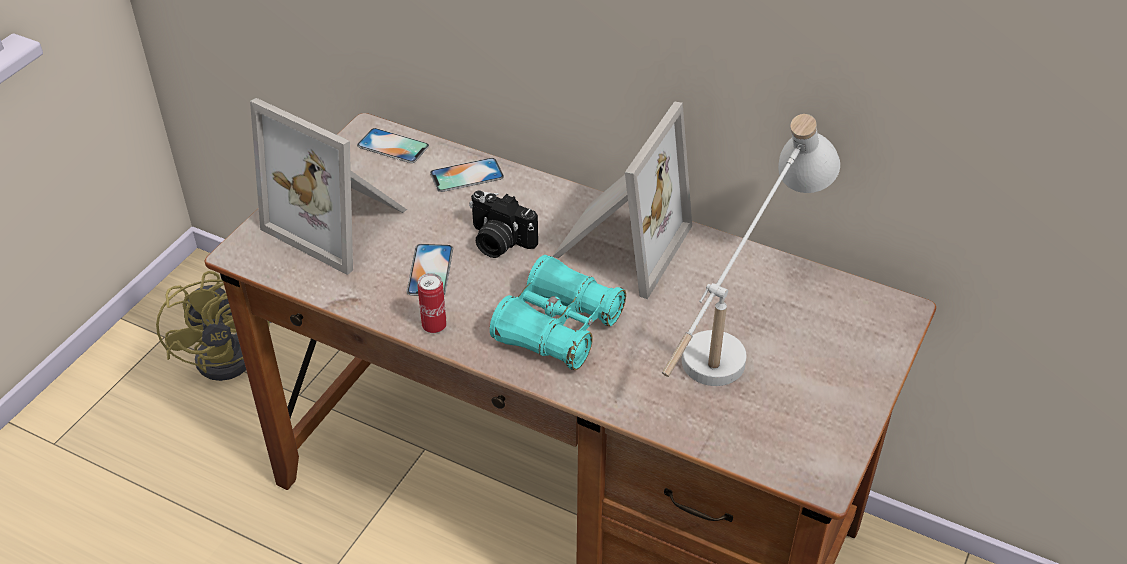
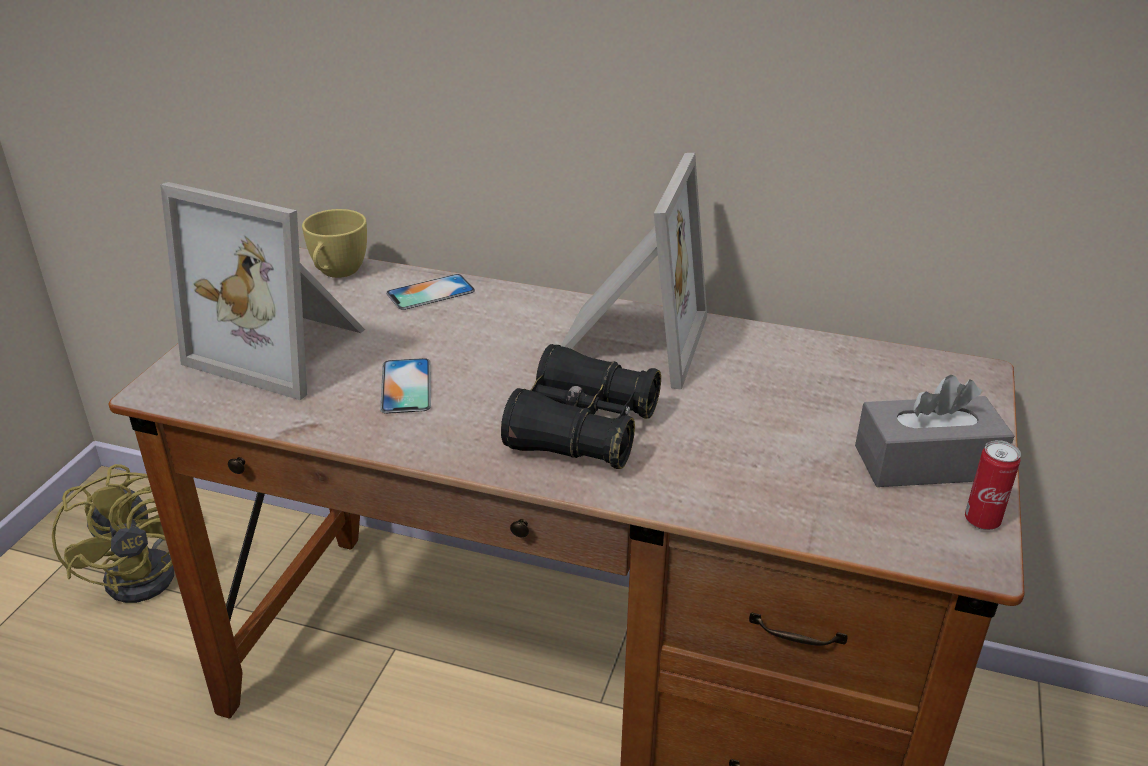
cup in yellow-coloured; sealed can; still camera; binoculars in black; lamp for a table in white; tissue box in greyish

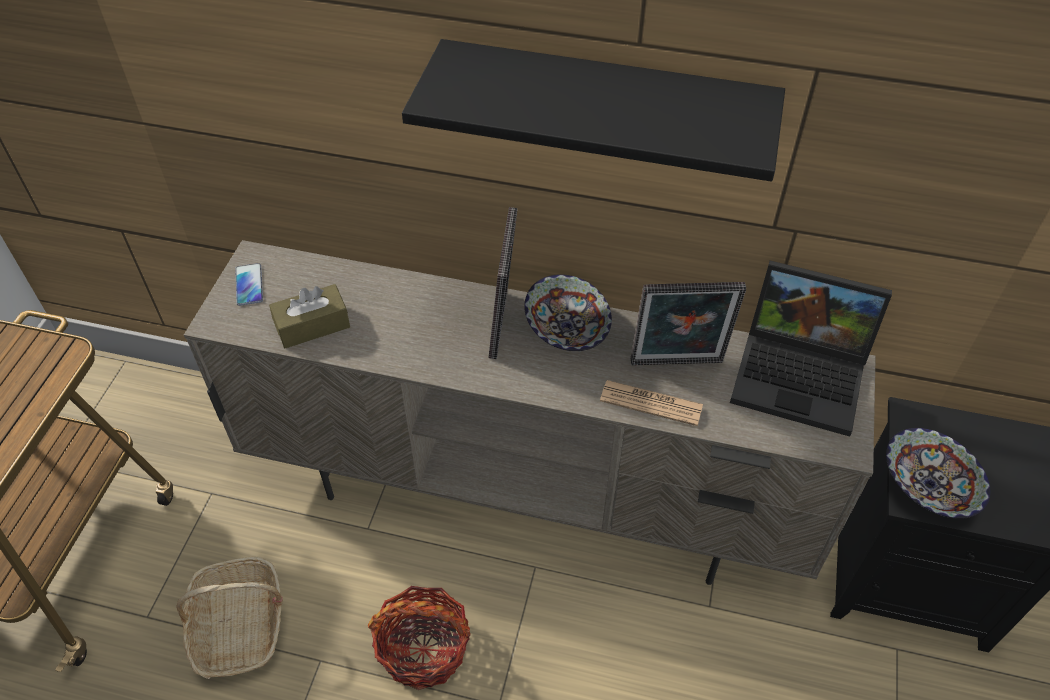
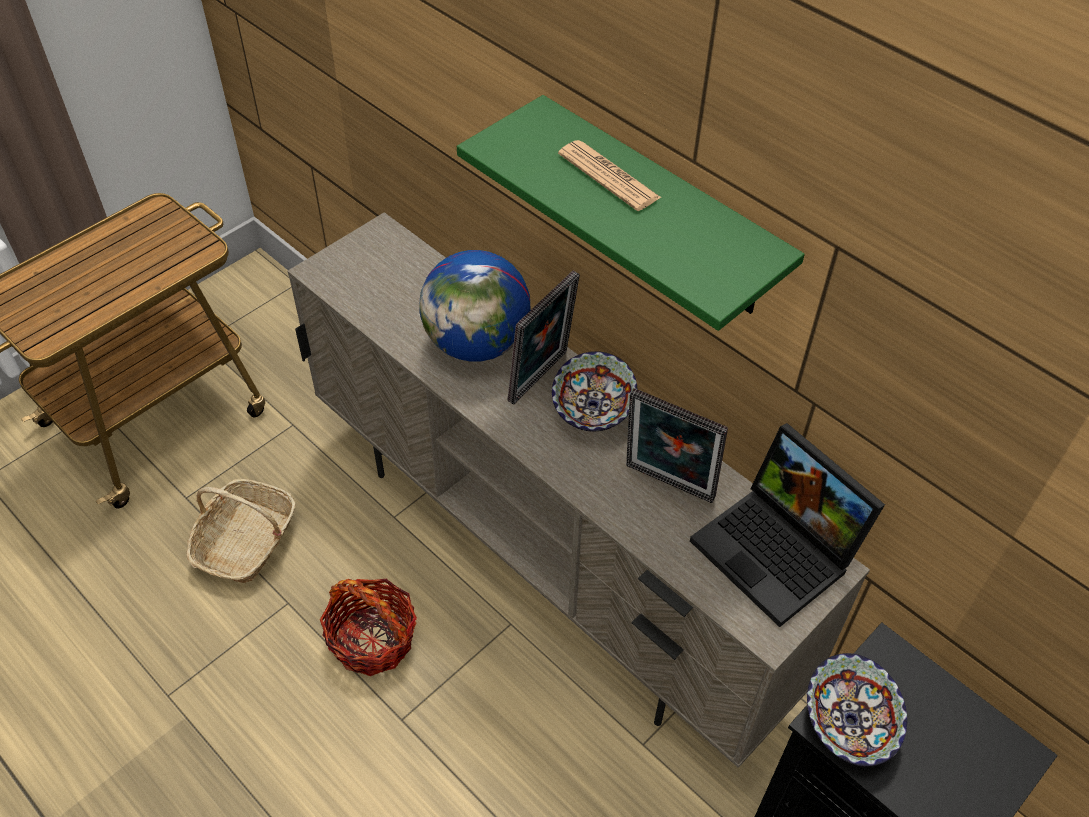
handset; tissue box in brownish; wall shelf in green; printed paper; desk globe

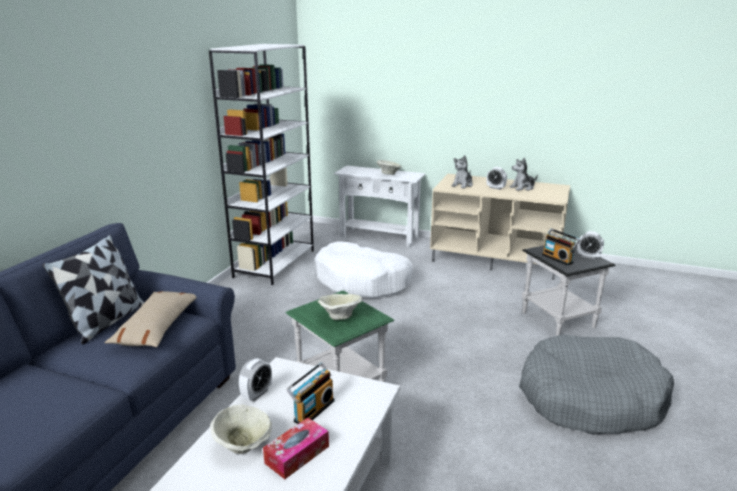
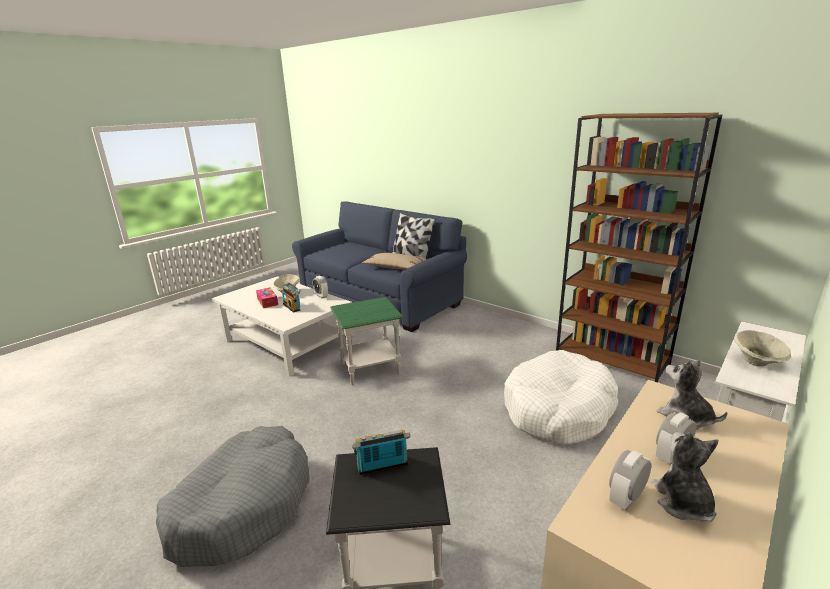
bookcase in brownish; serving bowl in beige (no. 2 from left in the first image); table clock (no. 2 from left)

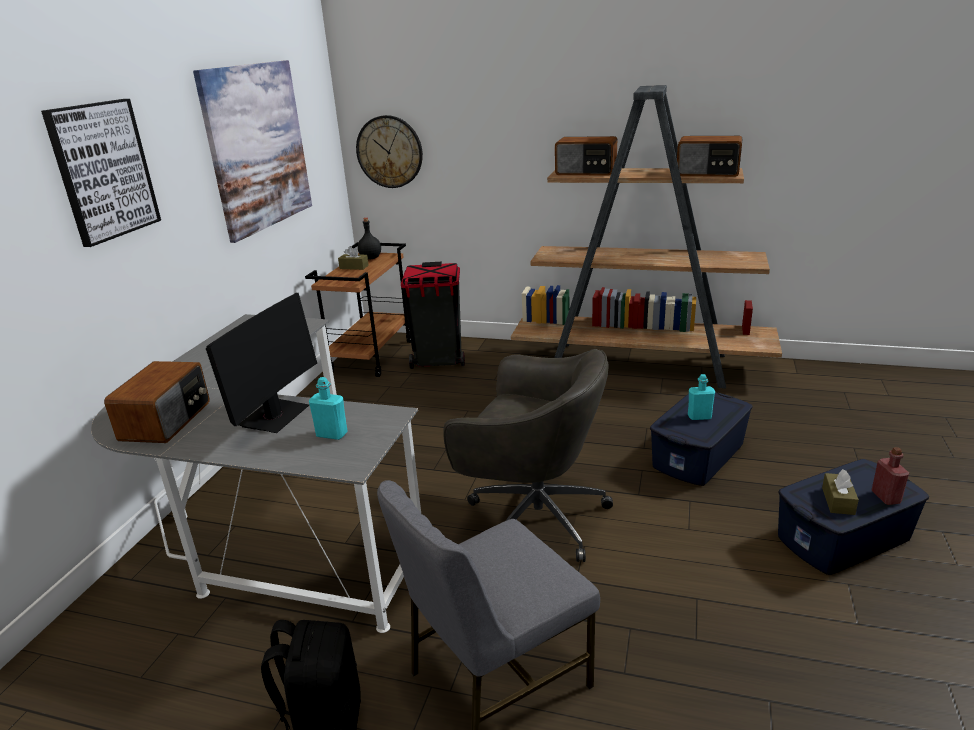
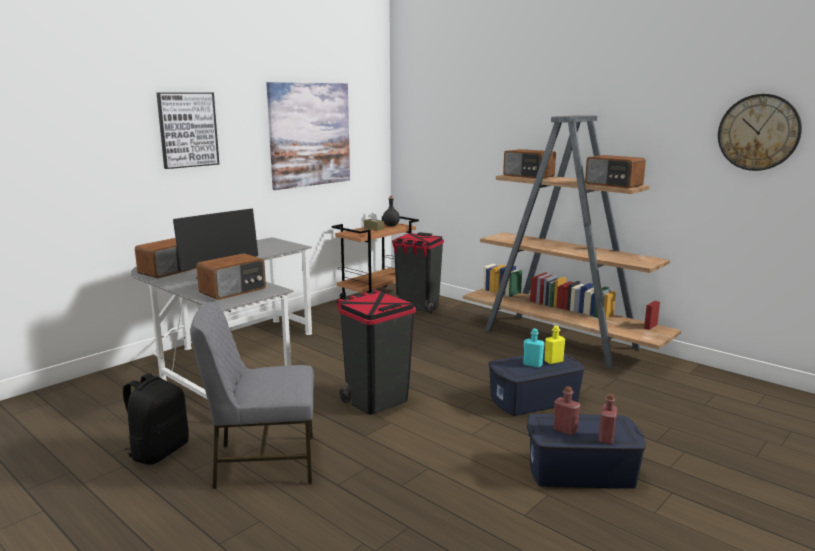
radio set (no. 2 from left); wall clock; trash can in black (no. 1 from left); bottle in red (no. 1 from left); bottle in yellow-coloured

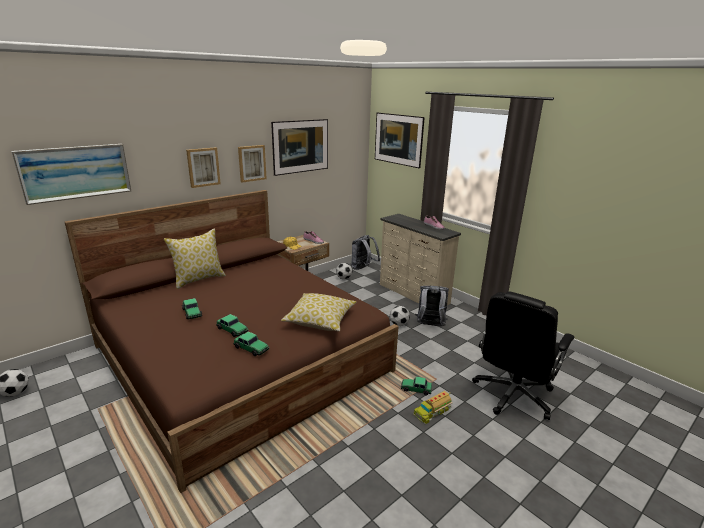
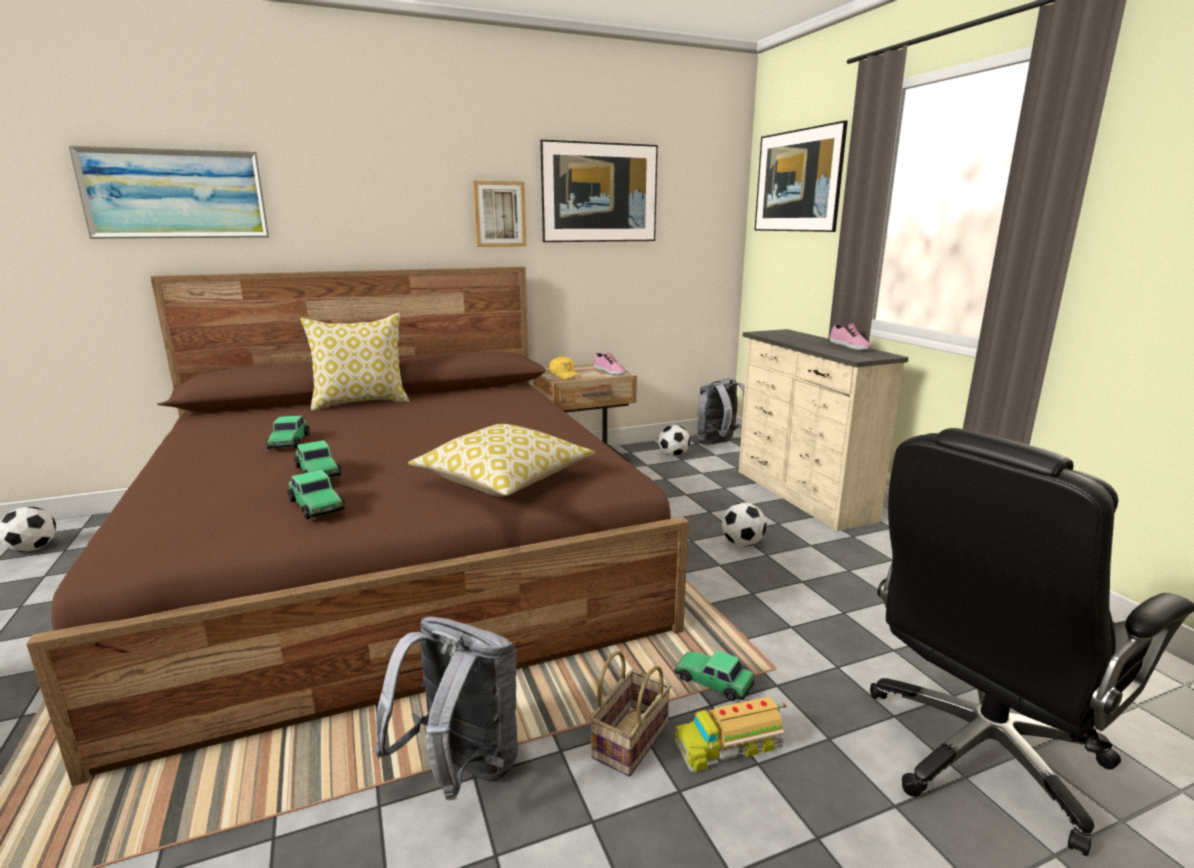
picture (no. 2 from left in the first image); backpack in greyish (no. 1 from left); storage basket

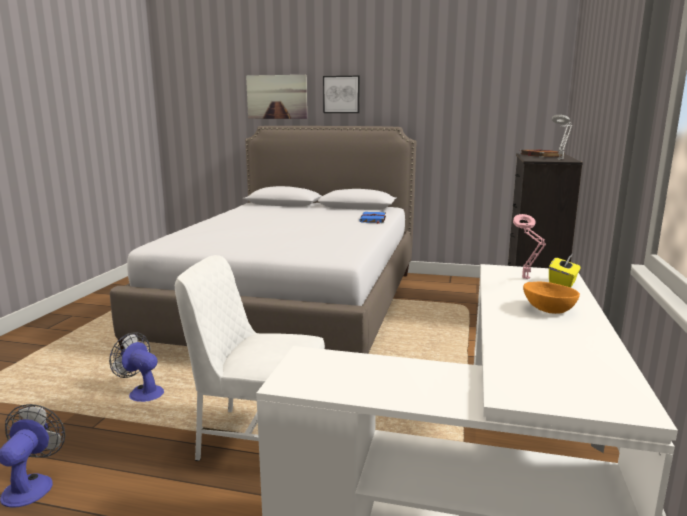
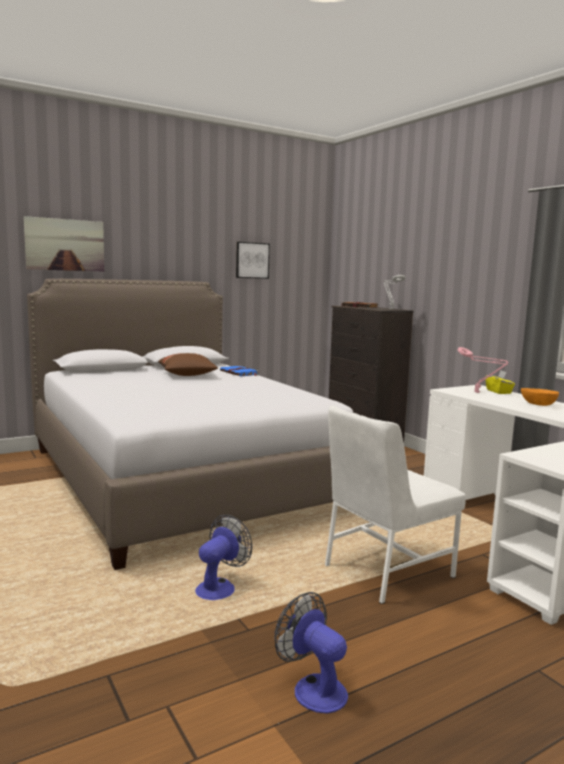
fan (no. 1 from left); picture (no. 2 from left); throw pillow in brownish

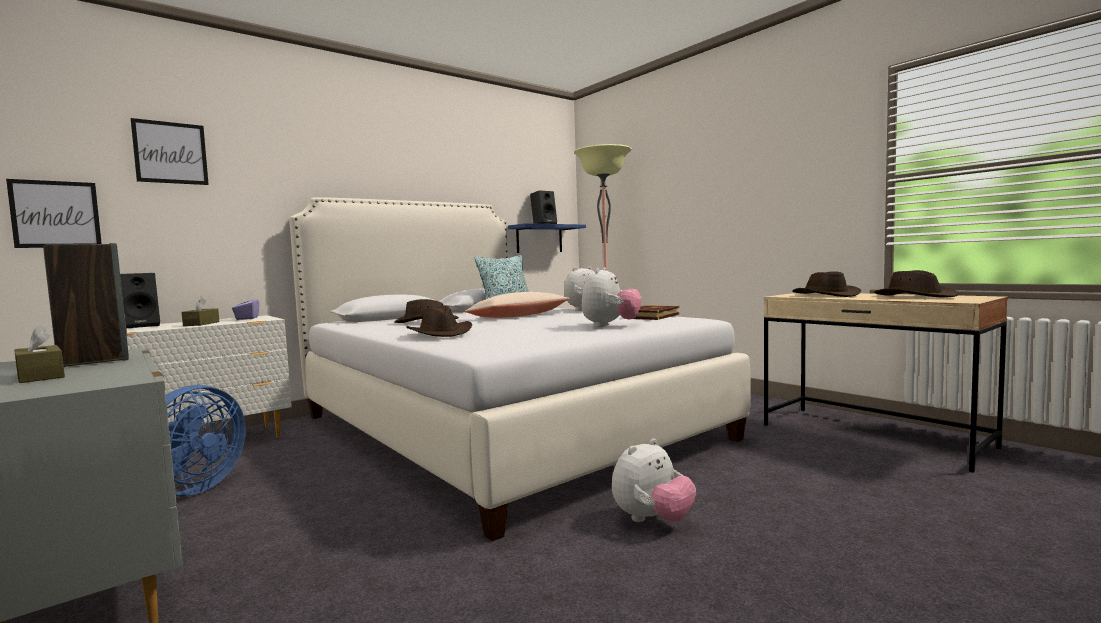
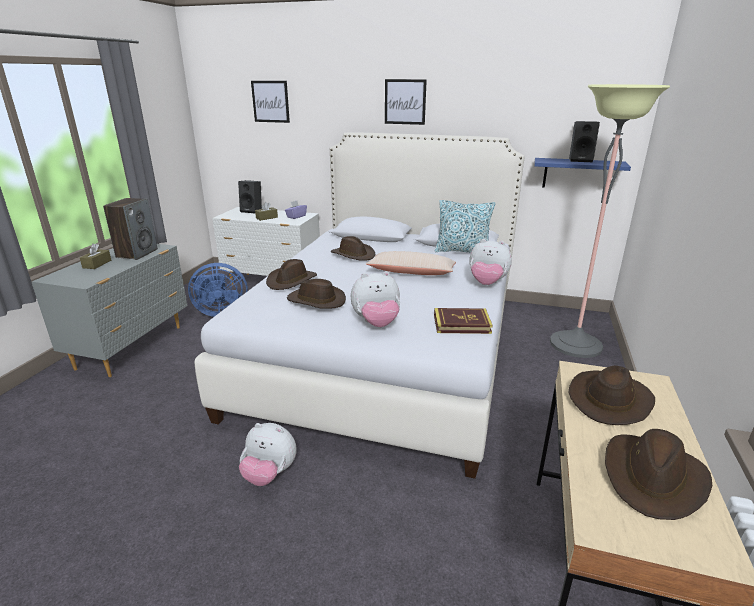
picture (no. 2 from left); clothing hat in brownish (no. 2 from left)

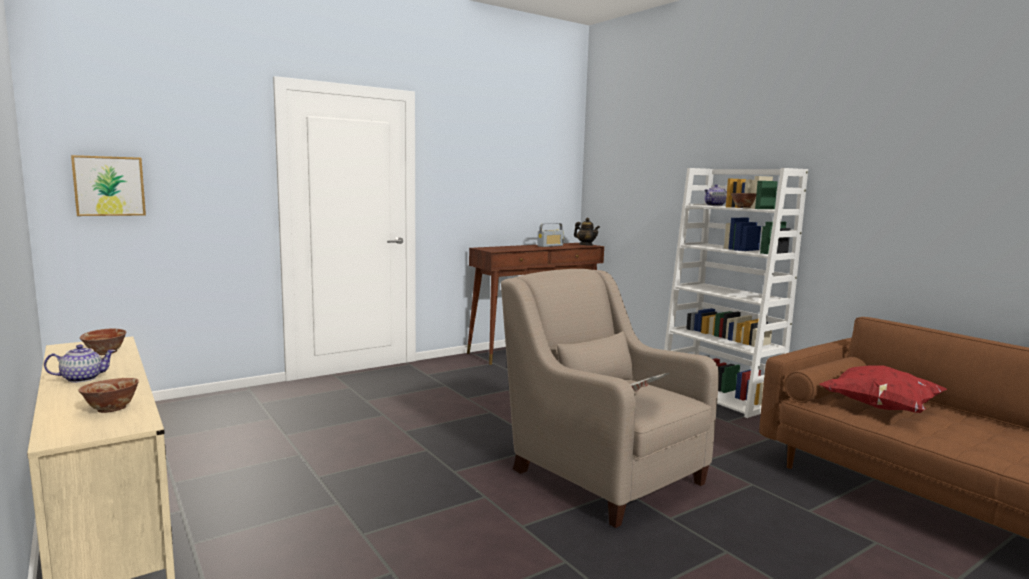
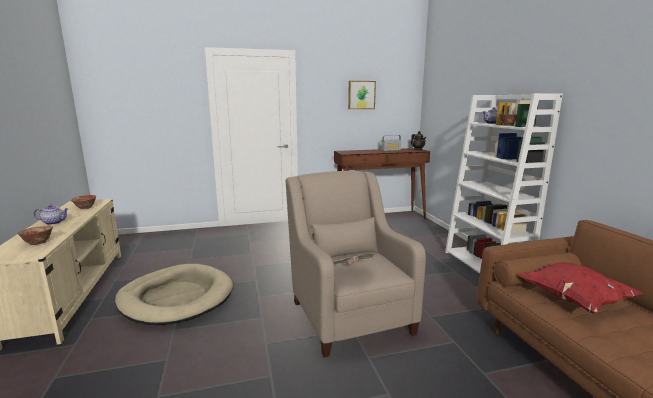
picture; dog bed in beige

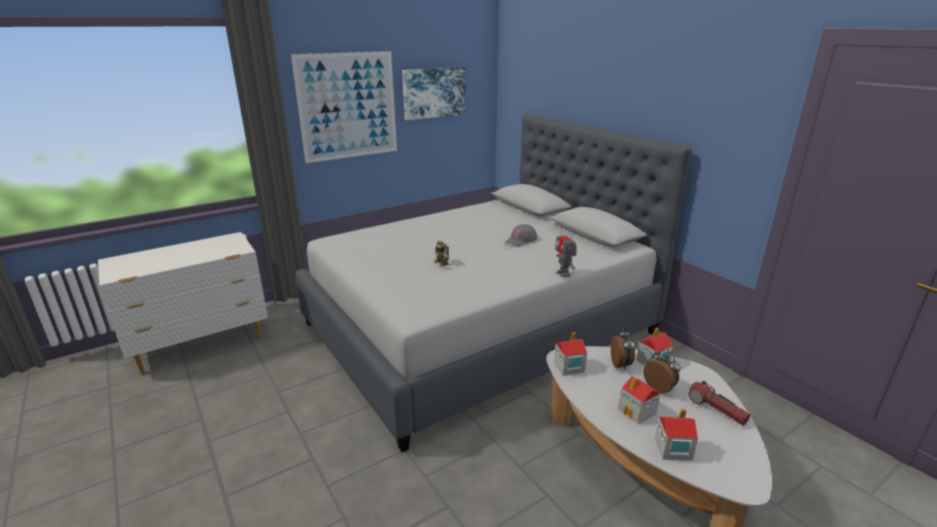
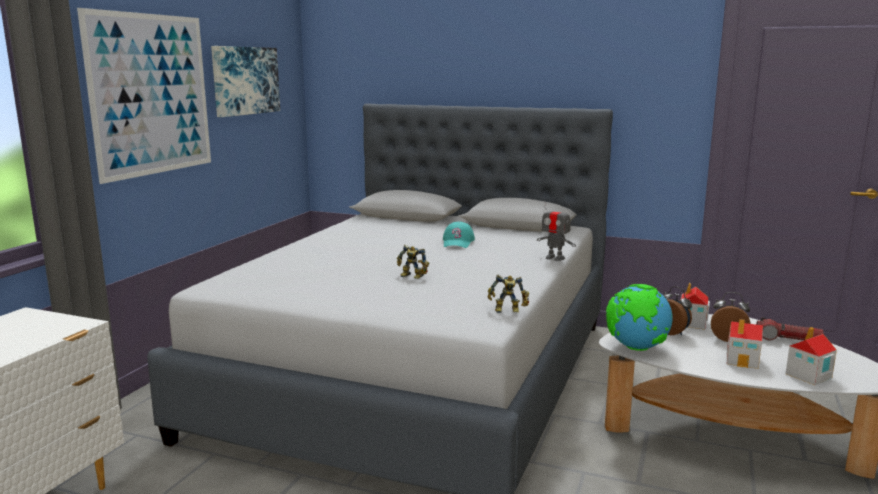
peaked cap in turquoise; desk globe; model robot (no. 2 from left)

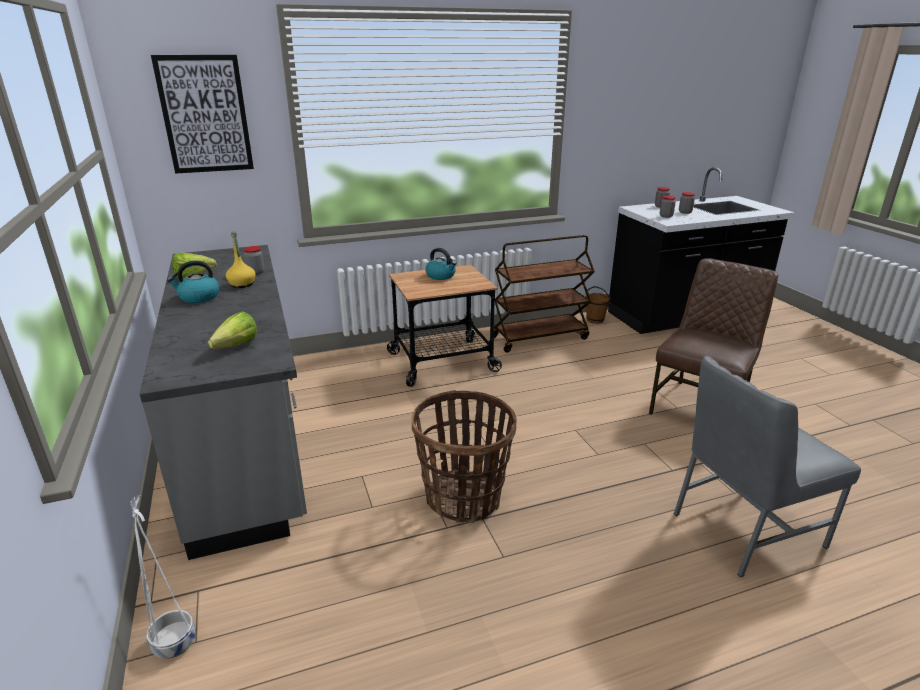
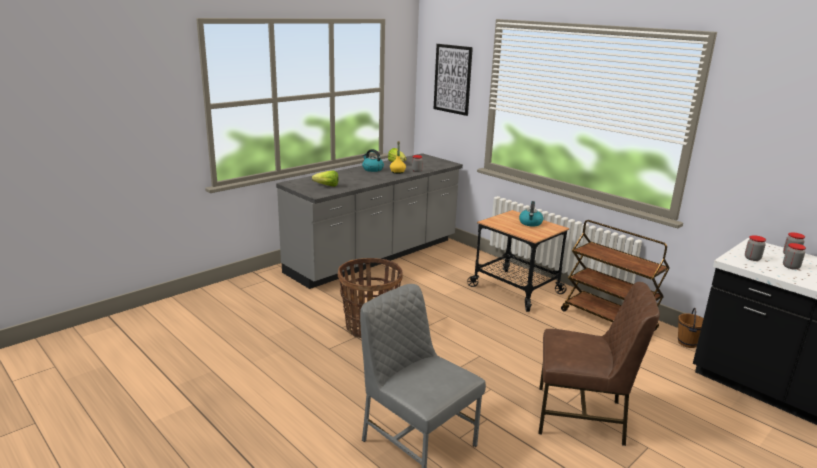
planter in white

